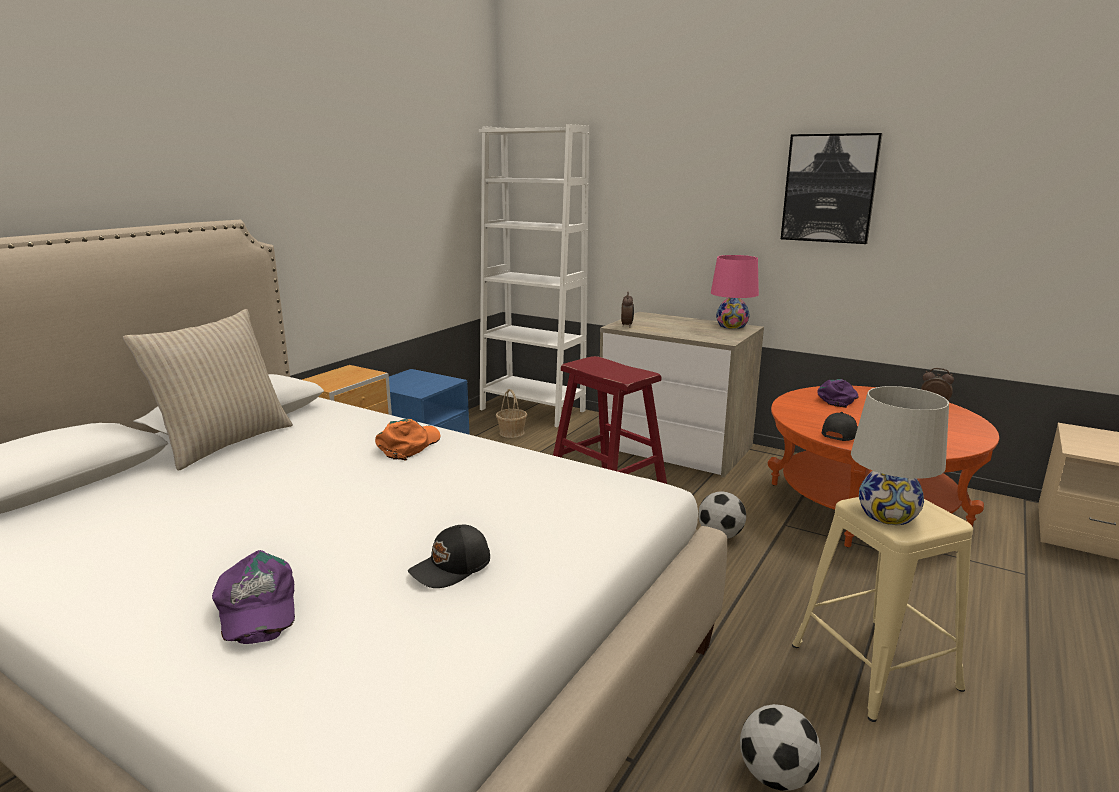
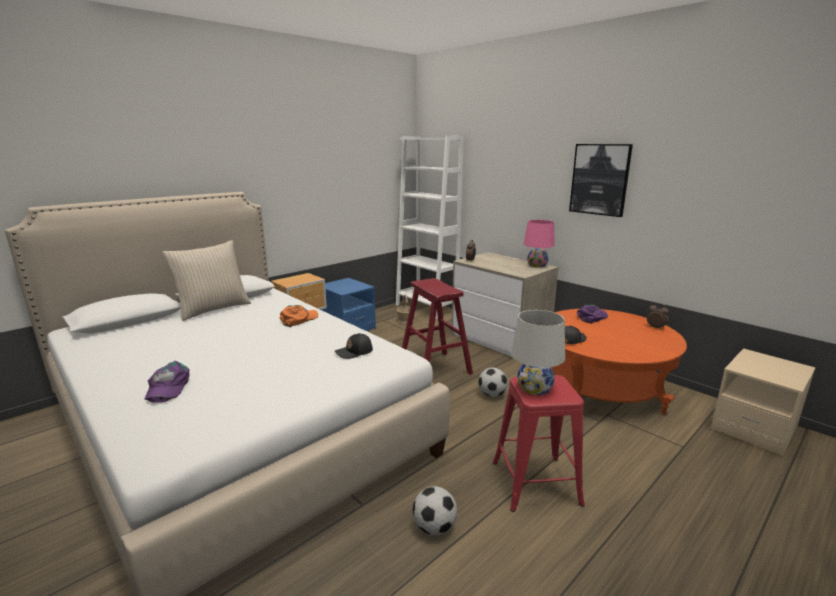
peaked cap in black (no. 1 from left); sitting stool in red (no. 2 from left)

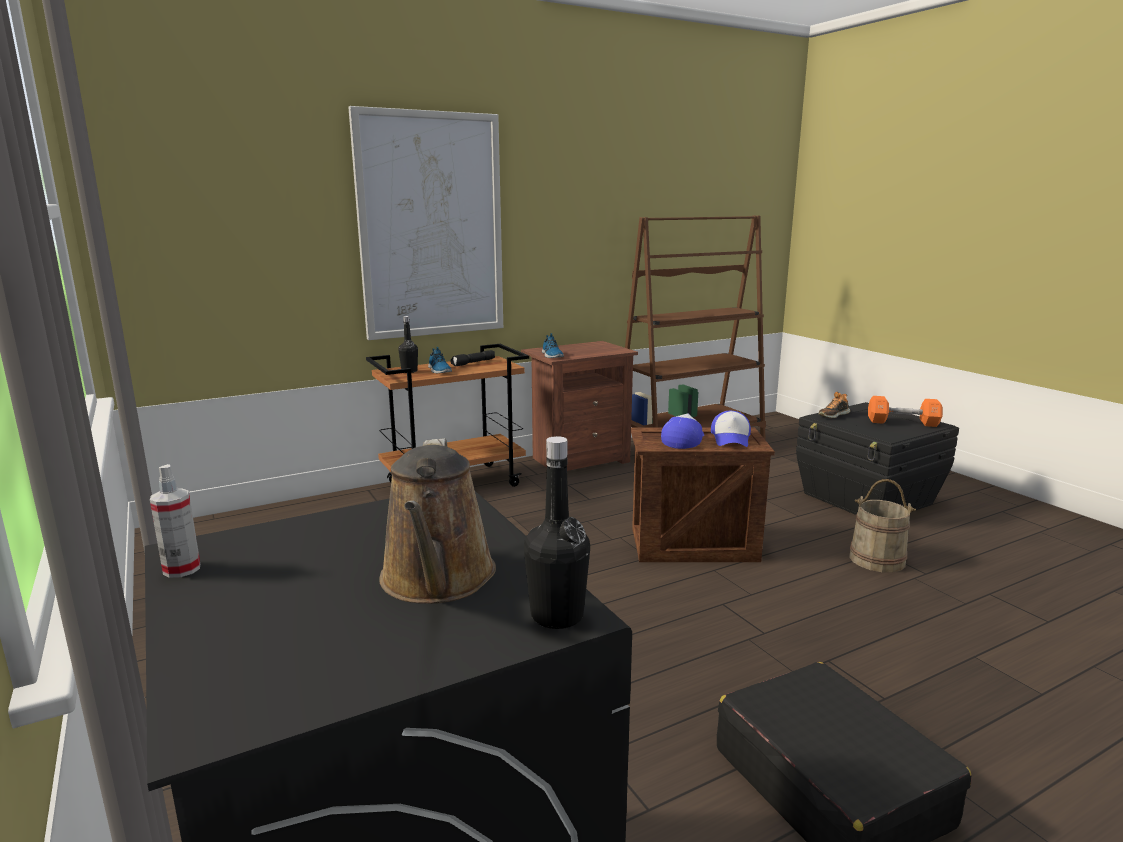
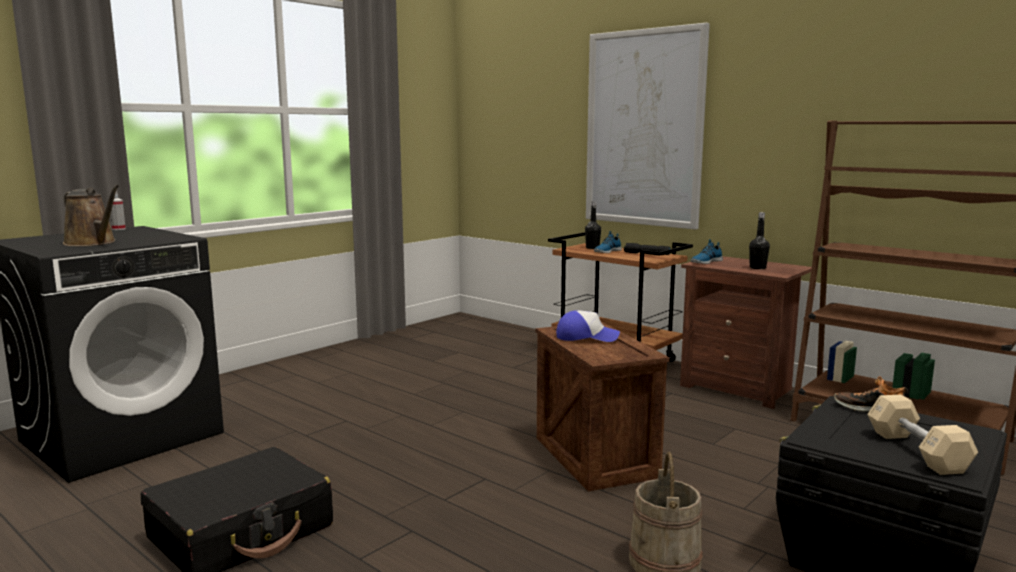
watering can in brownish; bottle in black (no. 2 from left); peaked cap (no. 2 from left in the first image); dumbbell in beige

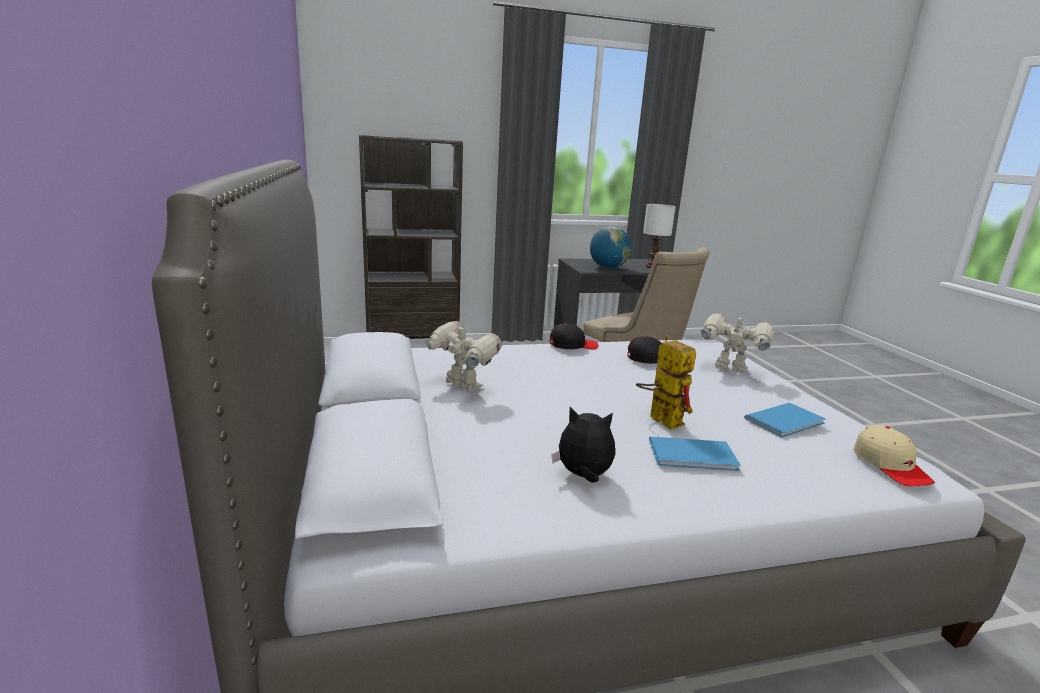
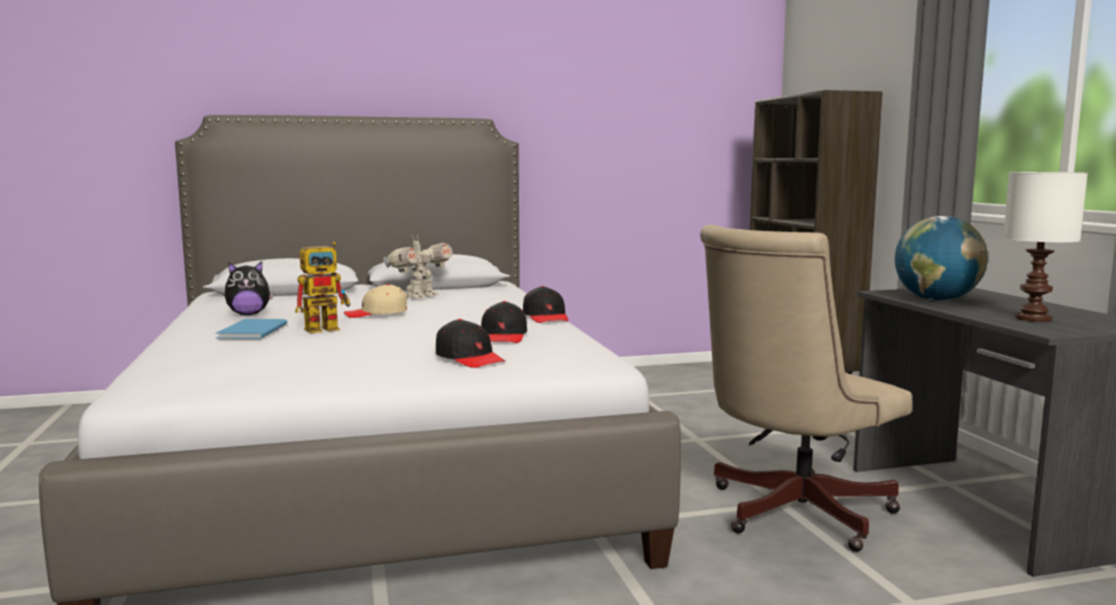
plush toy; peaked cap in black (no. 1 from left); book in blue (no. 2 from left in the first image); peaked cap in beige

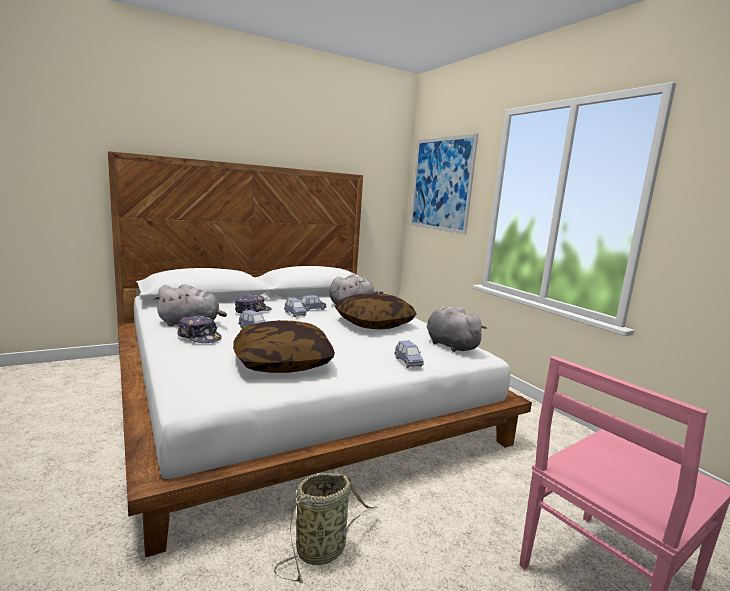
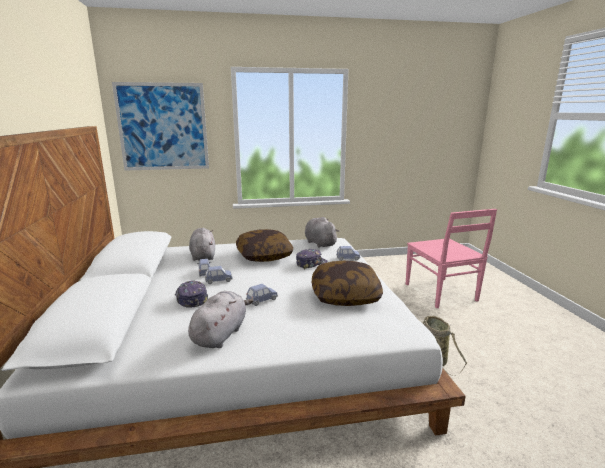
peaked cap (no. 2 from left); plush toy in greyish (no. 3 from left)

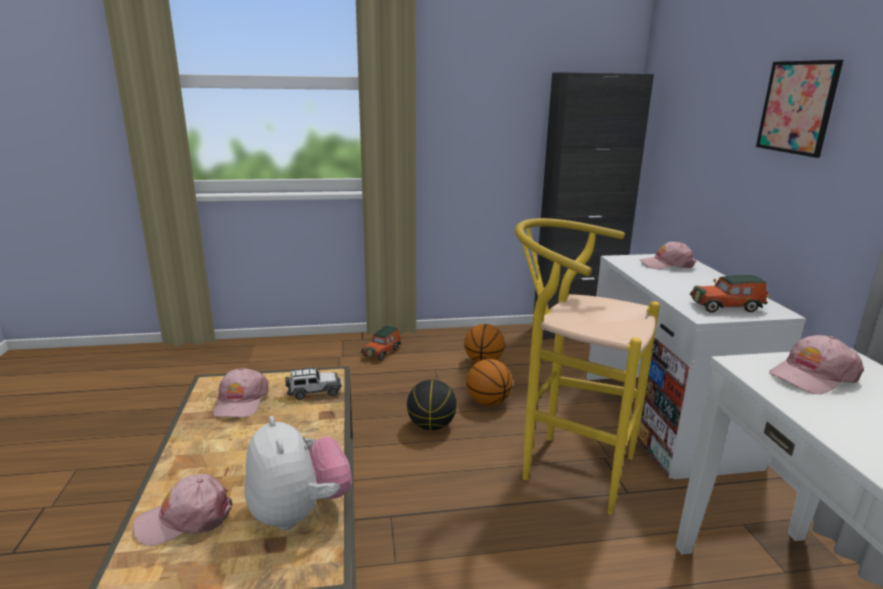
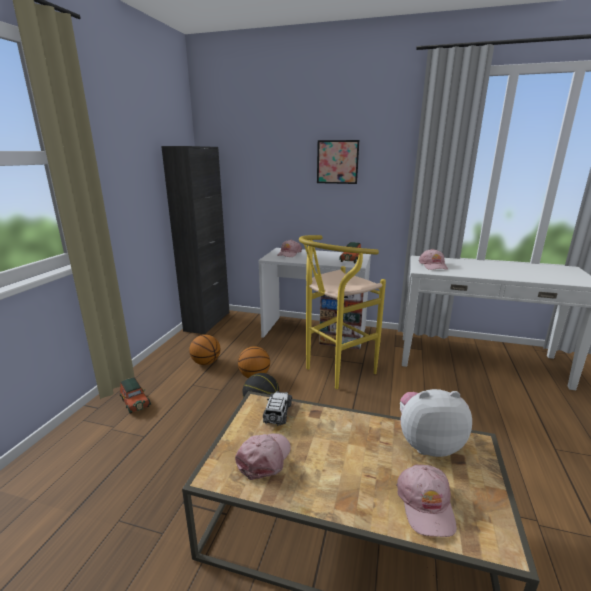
peaked cap in pinkish (no. 1 from left)

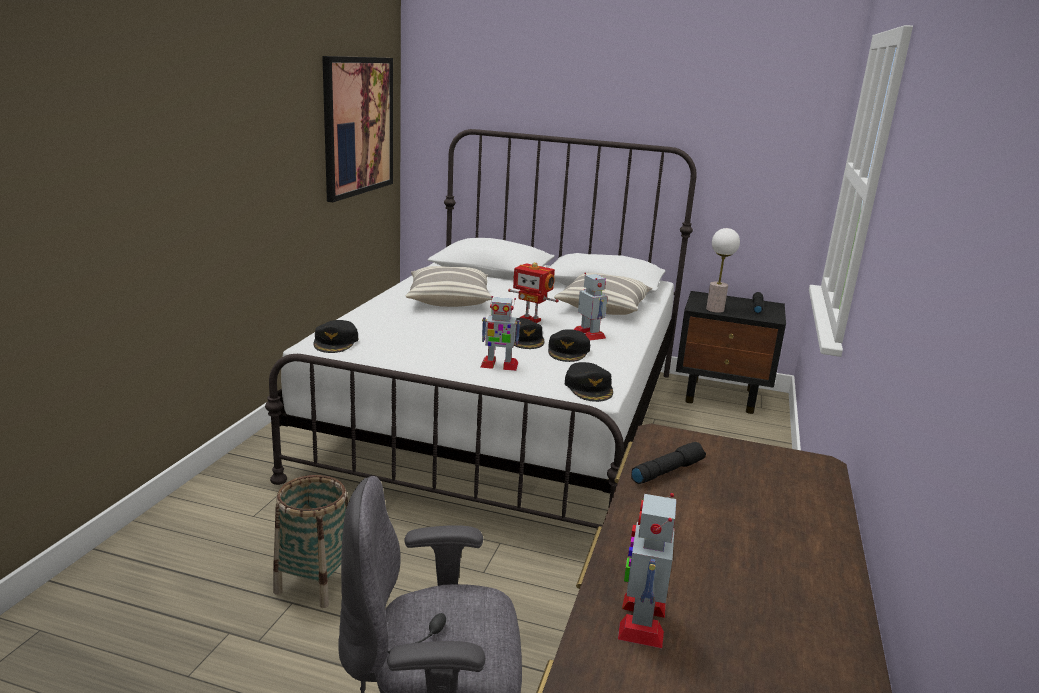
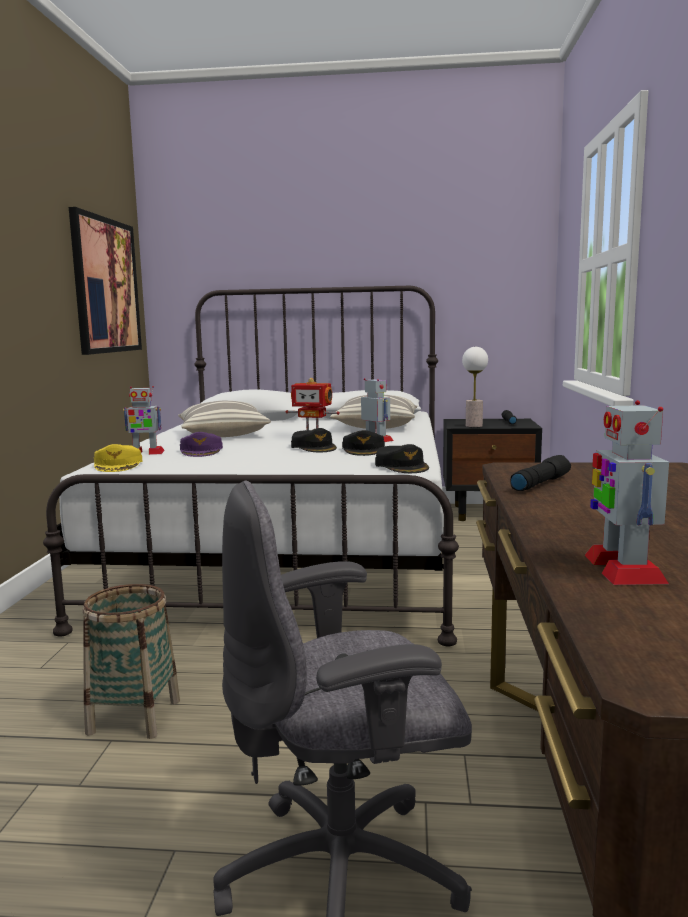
peaked cap in yellow-coloured; model robot (no. 1 from left); peaked cap in purple-coloured

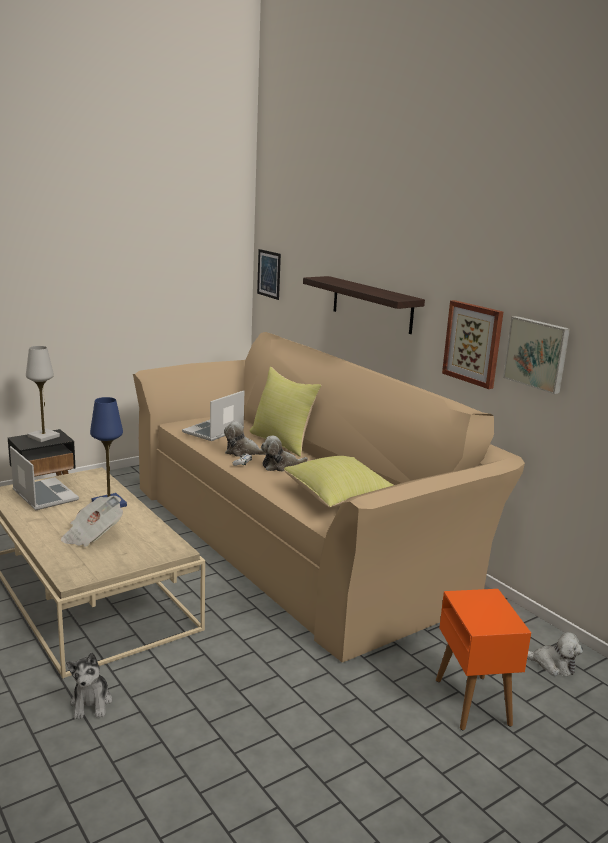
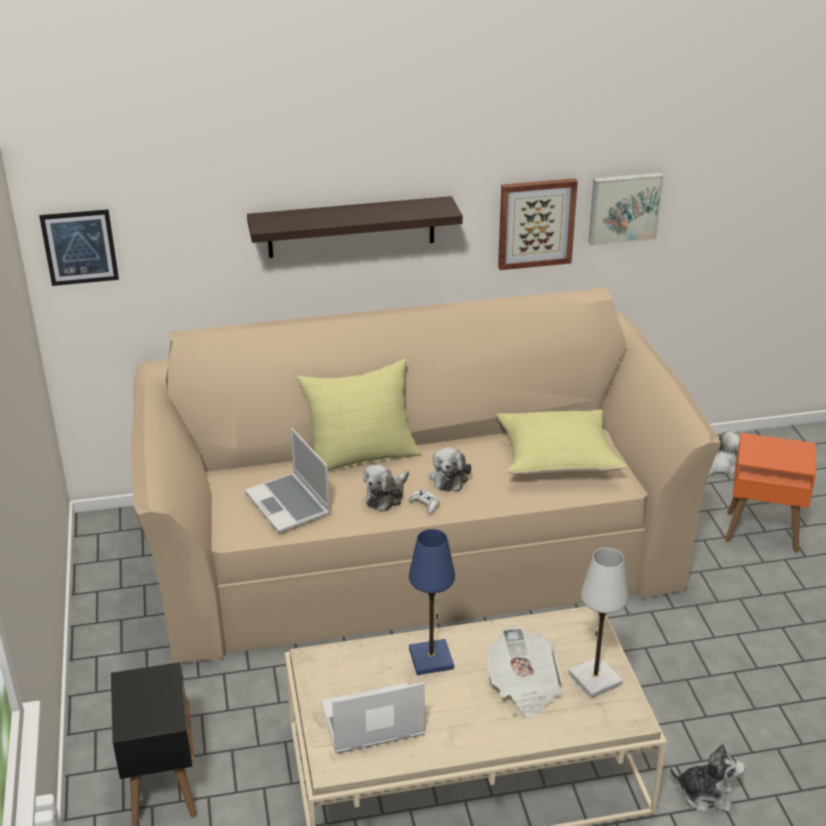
lamp for a table in white

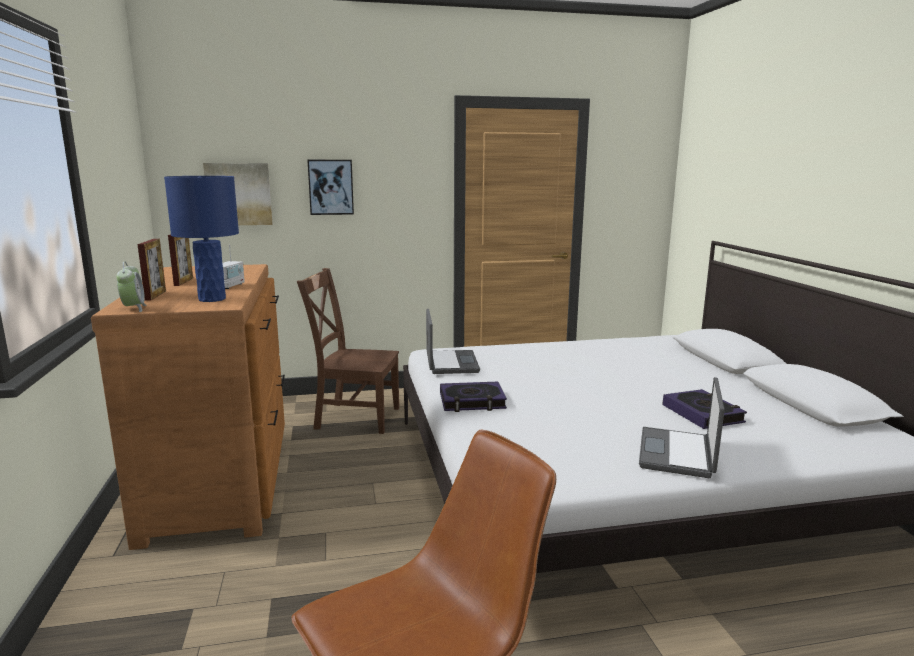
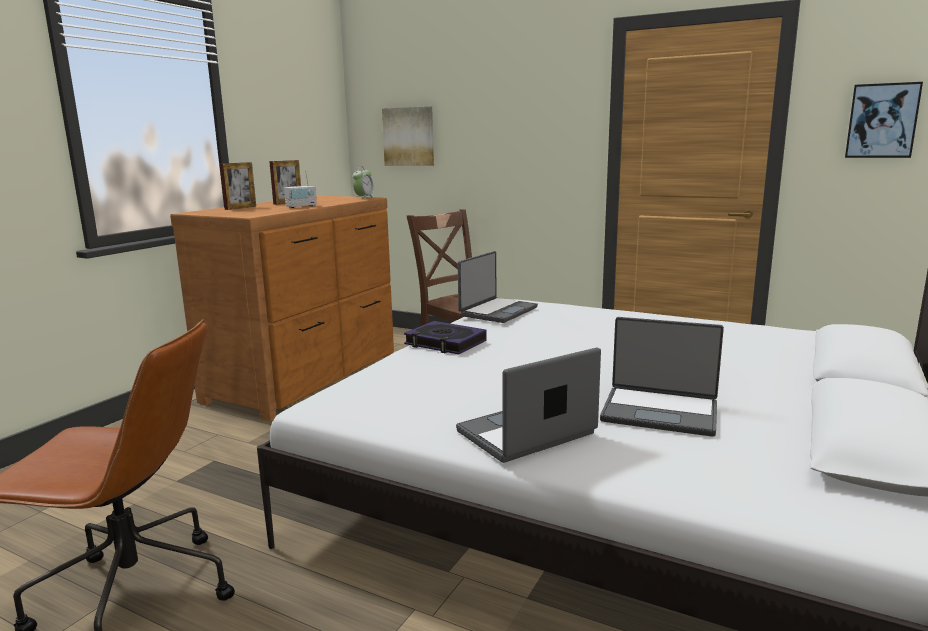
table clock; lamp for a table in blue; picture (no. 2 from left); notebook computer (no. 3 from left)

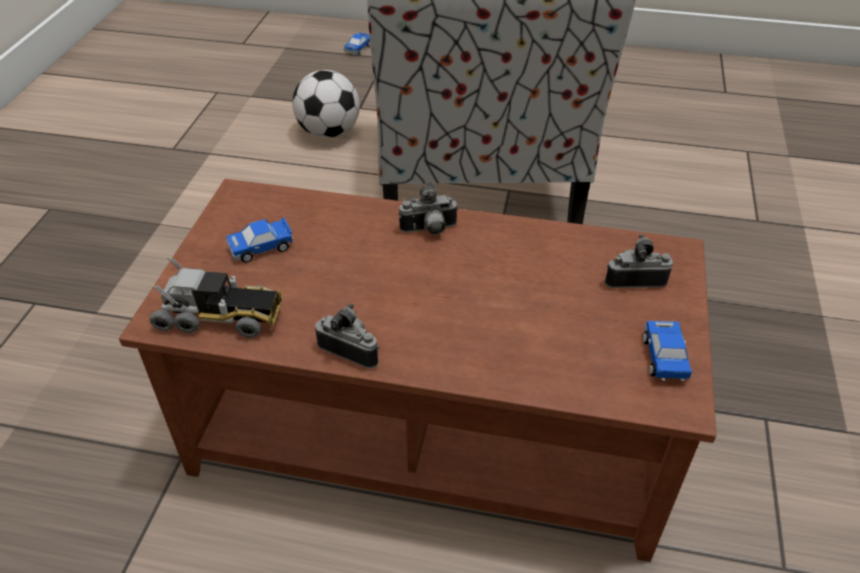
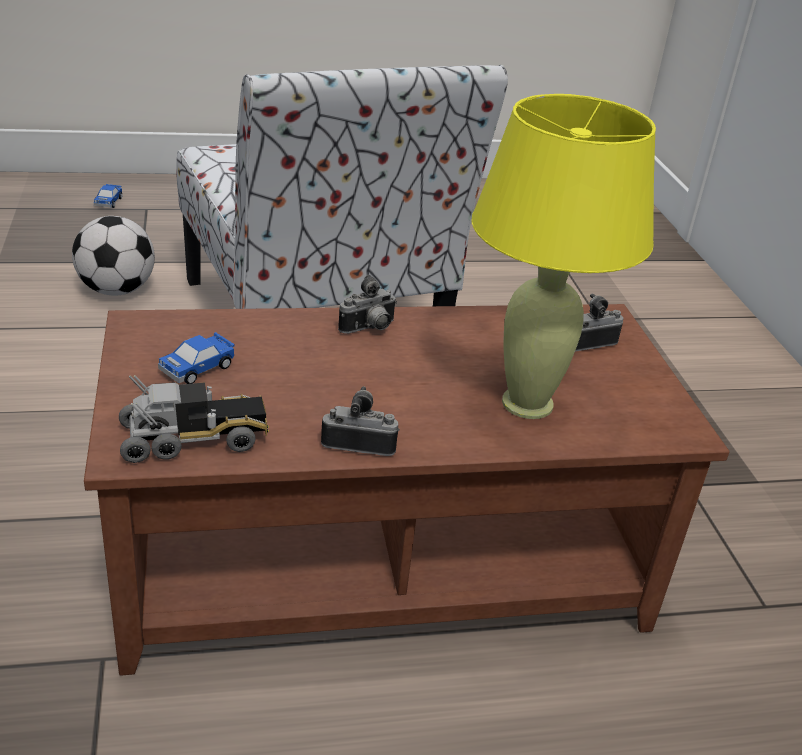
miniature car (no. 3 from left in the first image); lamp for a table in yellow-coloured

